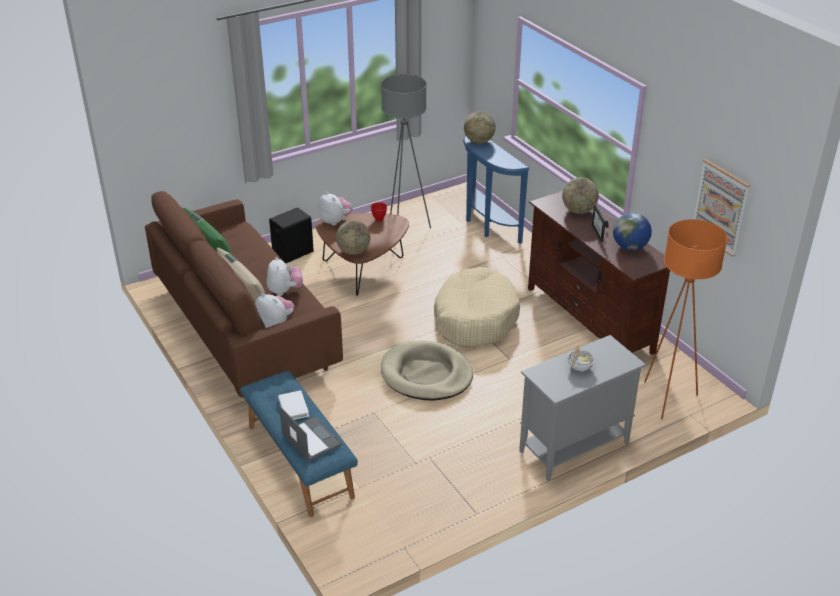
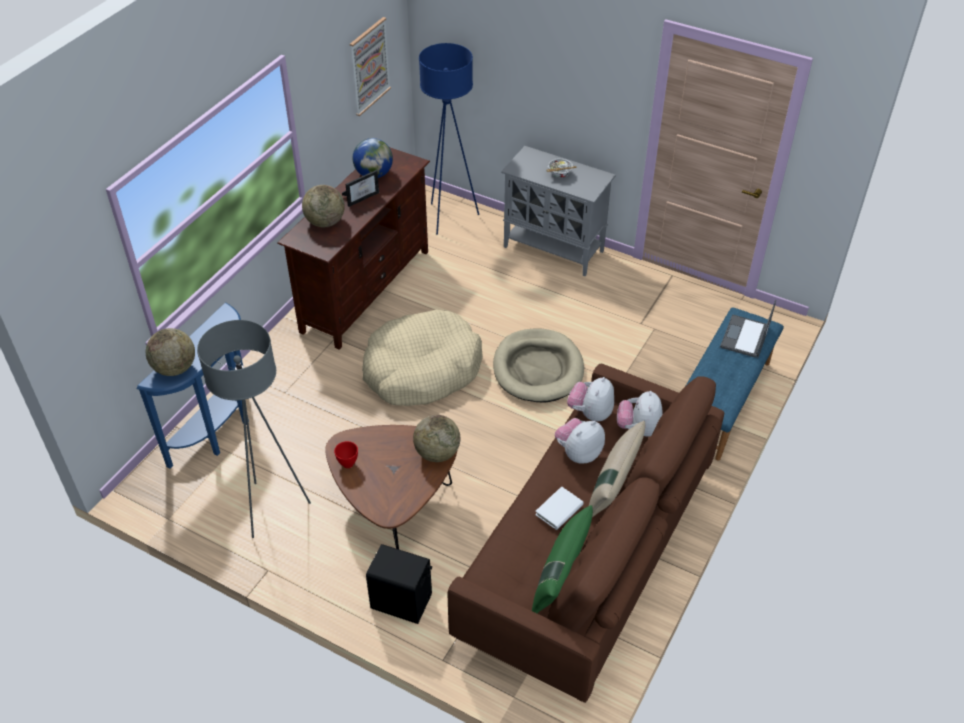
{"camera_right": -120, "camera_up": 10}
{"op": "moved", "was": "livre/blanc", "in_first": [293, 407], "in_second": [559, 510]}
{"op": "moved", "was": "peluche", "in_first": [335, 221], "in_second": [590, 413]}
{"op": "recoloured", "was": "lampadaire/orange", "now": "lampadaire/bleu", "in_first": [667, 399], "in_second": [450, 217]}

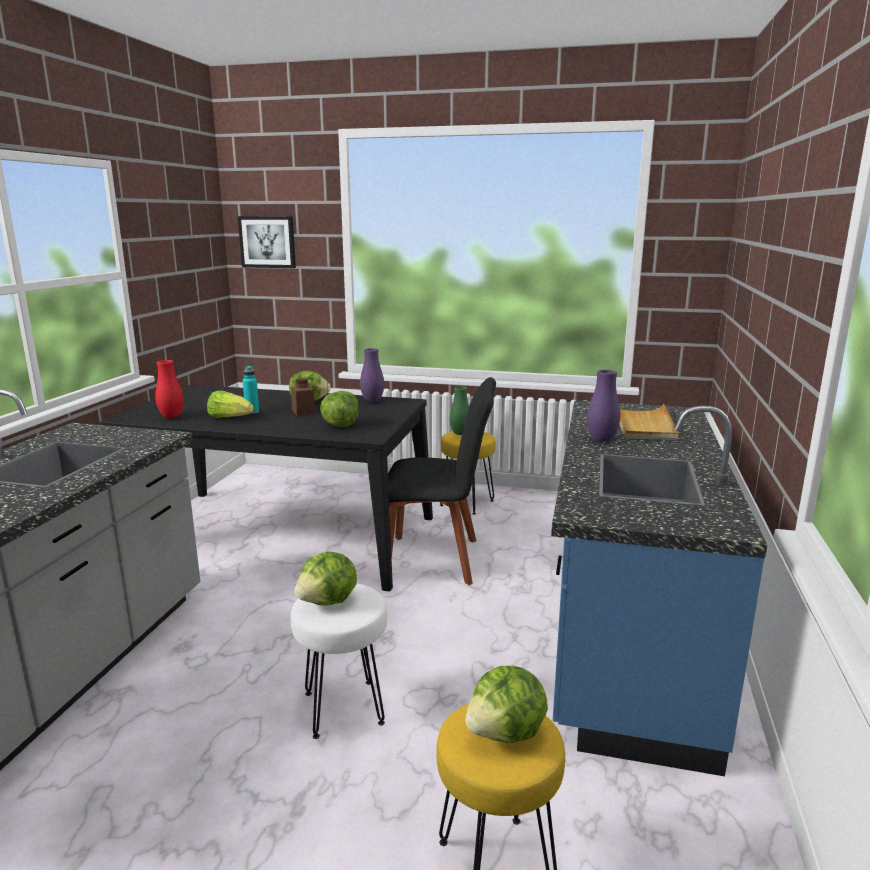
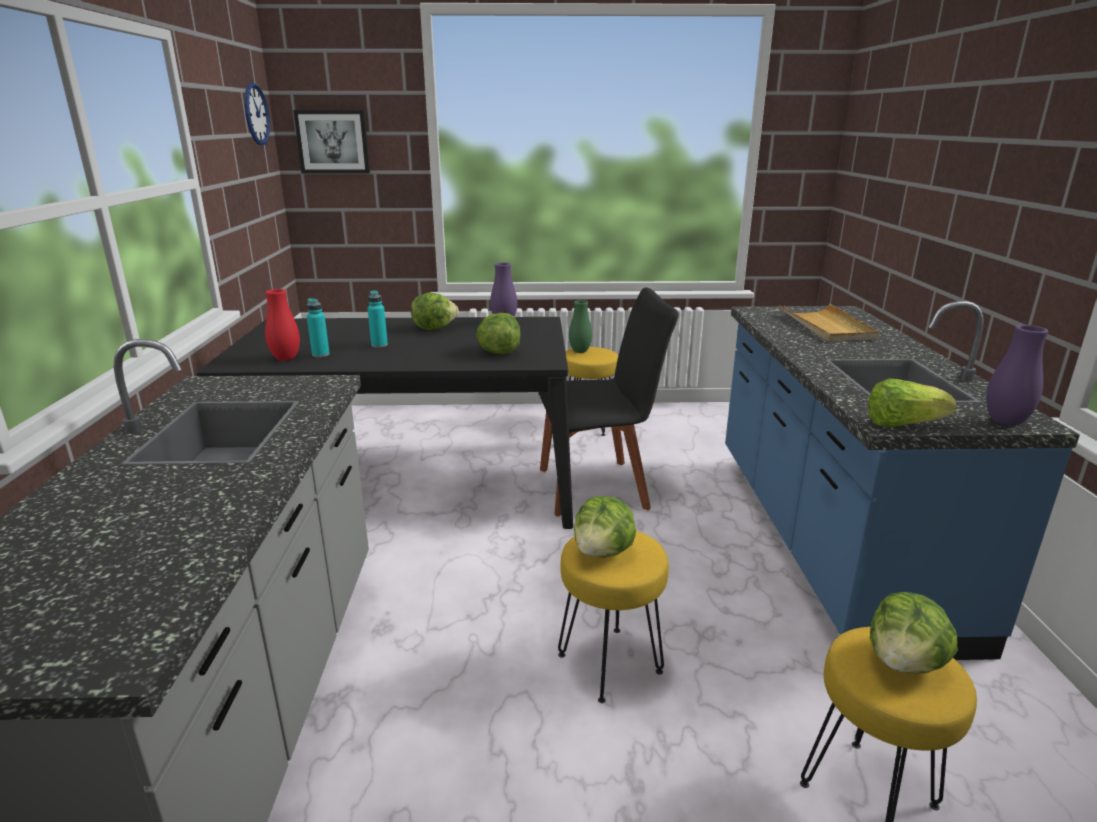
{"camera_right": -15, "camera_up": 5}
{"op": "moved", "was": "laitue", "in_first": [229, 418], "in_second": [902, 424]}
{"op": "removed", "was": "bocal/marron", "in_first": [303, 411]}
{"op": "recoloured", "was": "tabouret/blanc", "now": "tabouret/jaune", "in_first": [342, 707], "in_second": [608, 663]}
{"op": "moved", "was": "vase/violet", "in_first": [601, 440], "in_second": [1005, 422]}
{"op": "added", "now": "horloge murale", "in_second": [256, 114]}
{"op": "added", "now": "bouteille/turquoise", "in_second": [320, 354]}

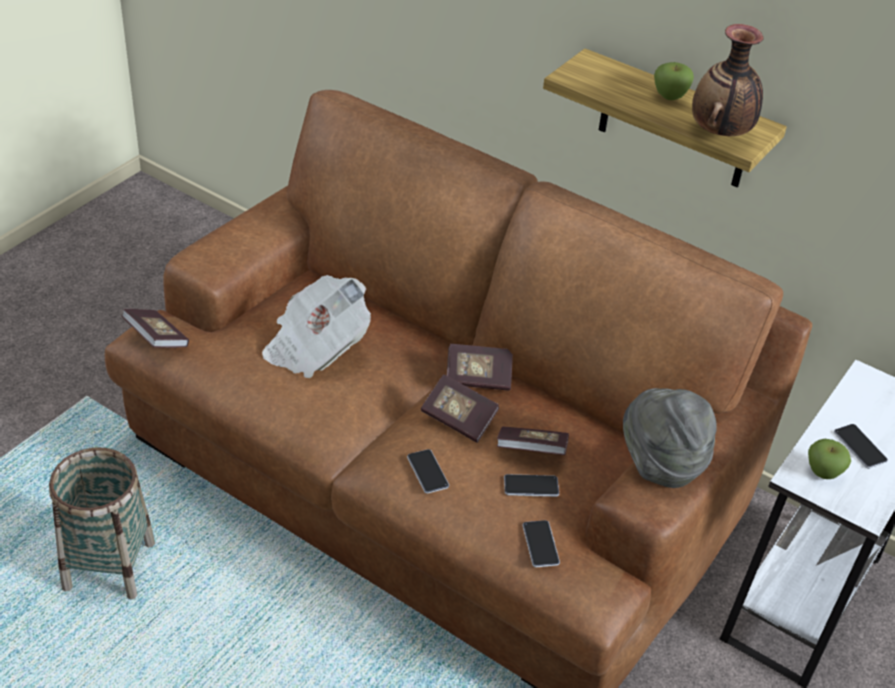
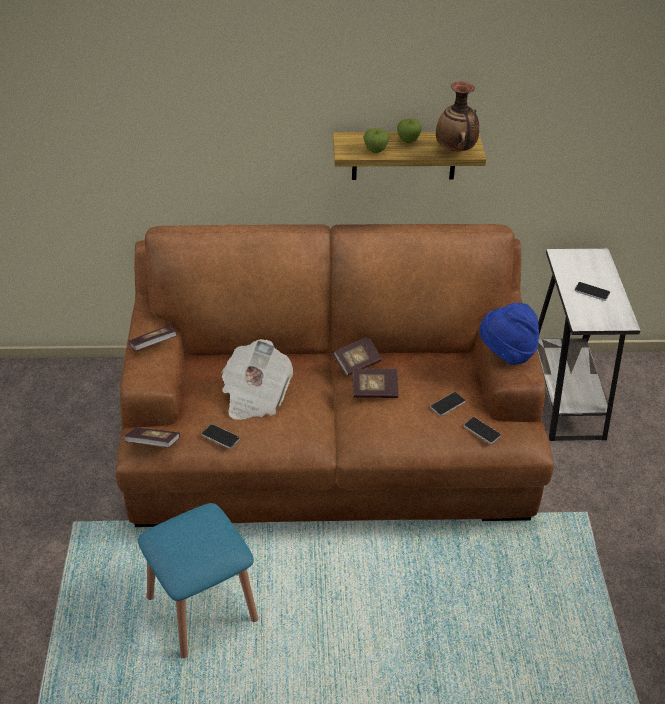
{"camera_right": -35, "camera_up": 0}
{"op": "replaced", "was": "panier", "now": "tabouret/bleu", "in_first": [109, 565], "in_second": [202, 608]}
{"op": "moved", "was": "téléphone", "in_first": [427, 472], "in_second": [220, 437]}
{"op": "moved", "was": "livre", "in_first": [531, 451], "in_second": [153, 345]}
{"op": "recoloured", "was": "chapeau/gris", "now": "chapeau/bleu", "in_first": [661, 463], "in_second": [506, 353]}
{"op": "moved", "was": "pomme", "in_first": [823, 472], "in_second": [375, 150]}

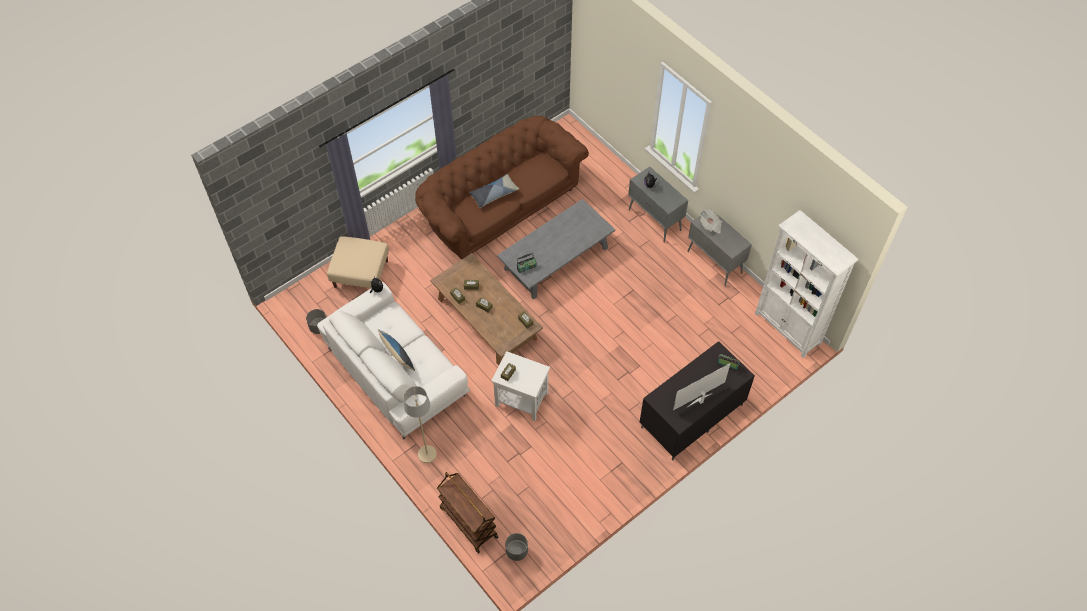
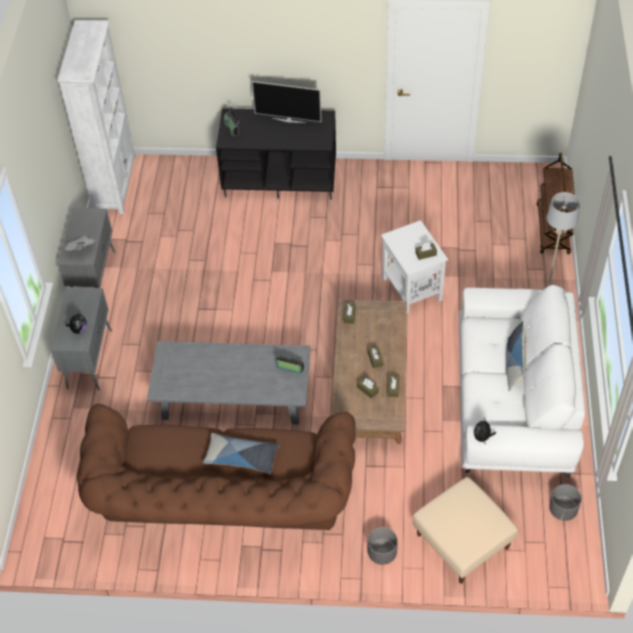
{"camera_right": -135, "camera_up": -5}
{"op": "moved", "was": "cache-pot/gris", "in_first": [517, 551], "in_second": [382, 553]}

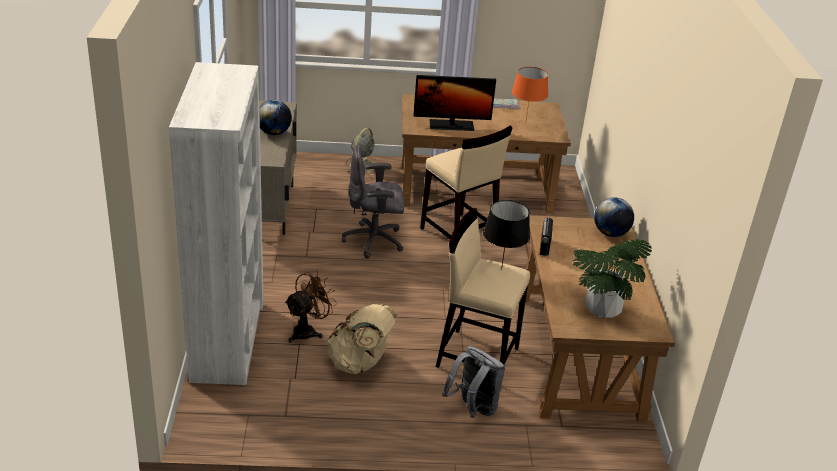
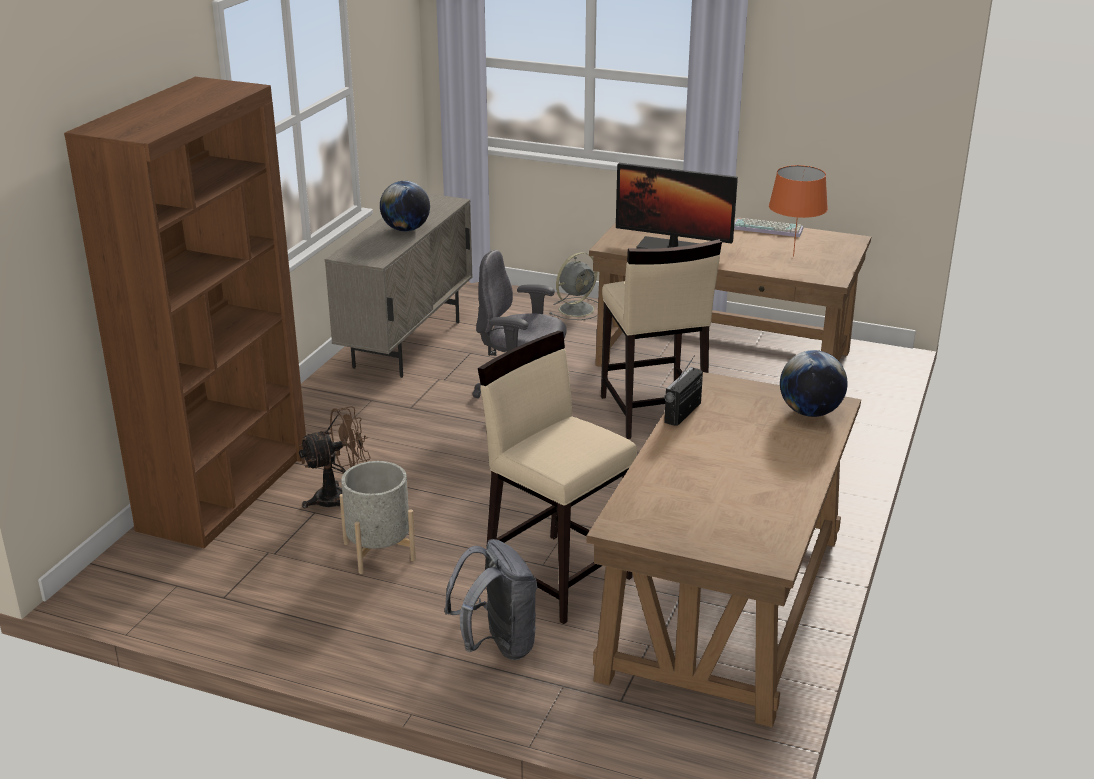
{"camera_right": 25, "camera_up": -5}
{"op": "recoloured", "was": "bibliothèque/blanc", "now": "bibliothèque/marron", "in_first": [228, 340], "in_second": [226, 490]}
{"op": "replaced", "was": "sac à dos/beige", "now": "cache-pot/gris", "in_first": [360, 363], "in_second": [379, 551]}
{"op": "removed", "was": "lampe de table/noir", "in_first": [501, 269]}
{"op": "removed", "was": "plante en pot", "in_first": [602, 308]}

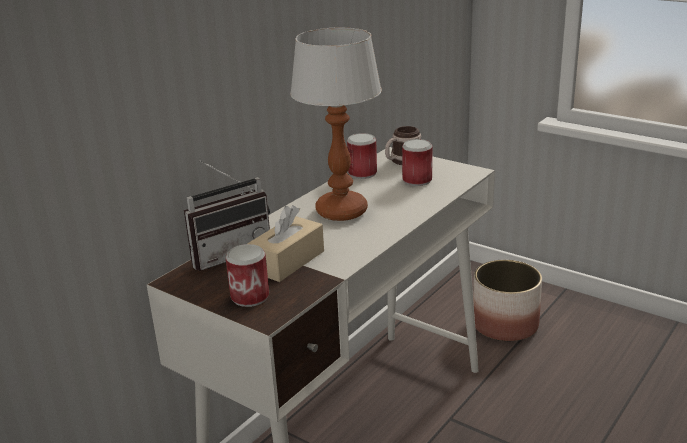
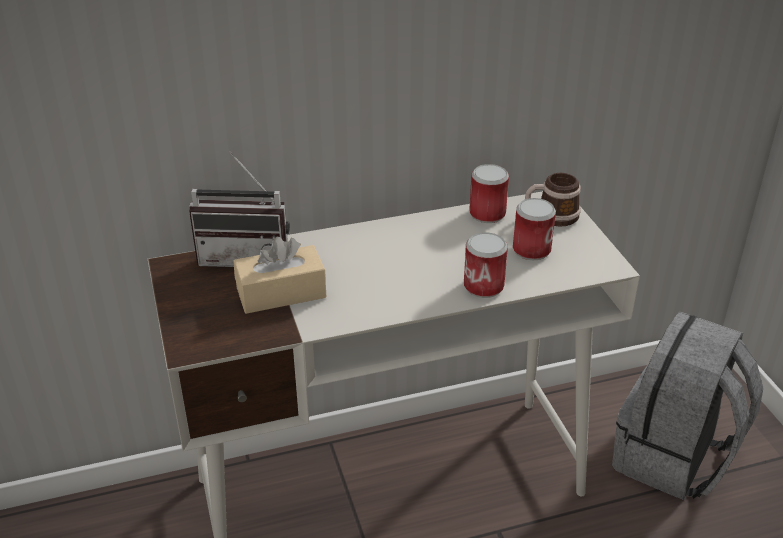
{"camera_right": 35, "camera_up": 10}
{"op": "moved", "was": "boîte métallique", "in_first": [250, 297], "in_second": [483, 286]}
{"op": "removed", "was": "lampe de table", "in_first": [341, 211]}
{"op": "replaced", "was": "cache-pot", "now": "sac à dos/gris", "in_first": [505, 325], "in_second": [674, 458]}

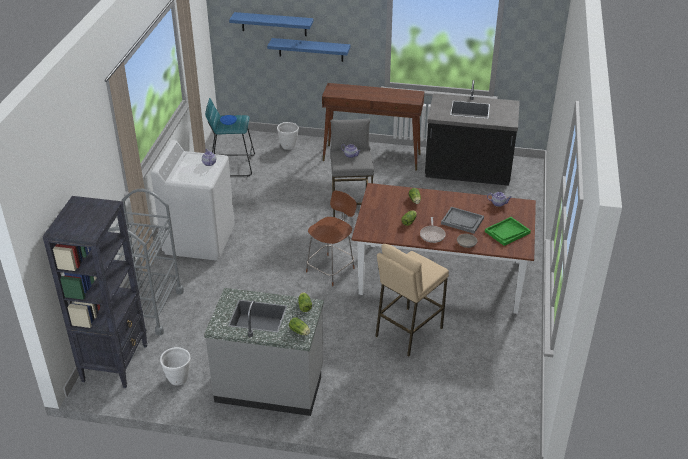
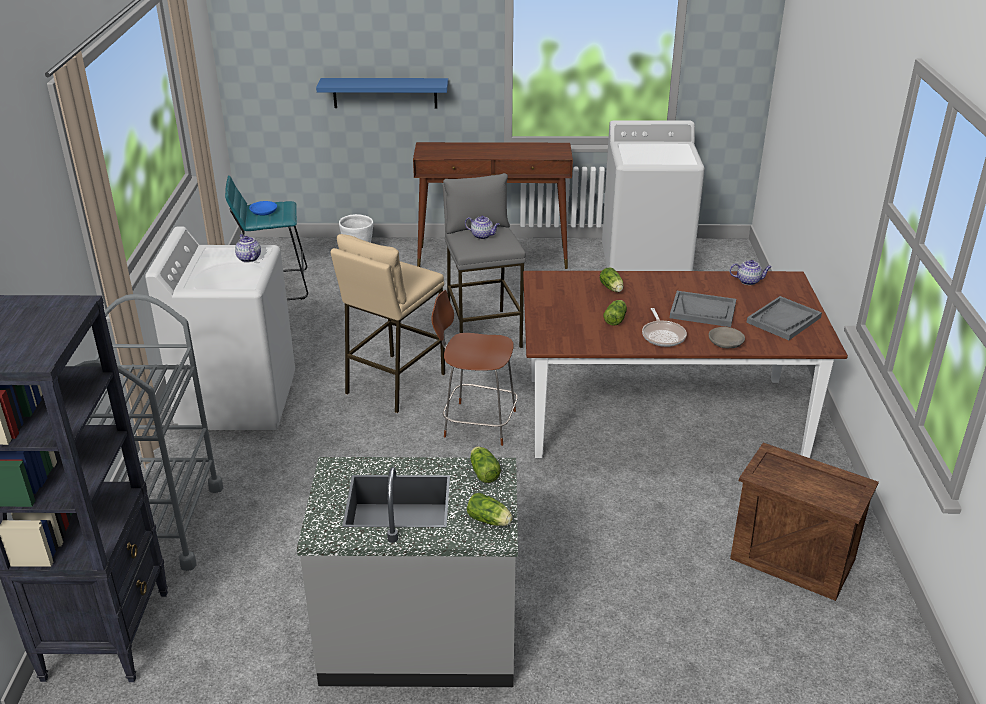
{"camera_right": -10, "camera_up": -5}
{"op": "removed", "was": "cache-pot/blanc", "in_first": [178, 379]}
{"op": "removed", "was": "étagère/bleu", "in_first": [274, 24]}
{"op": "turned", "was": "chaise/marron", "in_first": [331, 269], "in_second": [477, 423], "clockwise": -105}
{"op": "moved", "was": "tabouret/beige", "in_first": [408, 332], "in_second": [394, 383]}
{"op": "replaced", "was": "comptoir de cuisine/noir", "now": "lave-linge/blanc", "in_first": [468, 173], "in_second": [645, 265]}
{"op": "recoloured", "was": "plateau/vert", "now": "plateau/gris", "in_first": [507, 232], "in_second": [783, 320]}
{"op": "added", "now": "caisse", "in_second": [793, 559]}

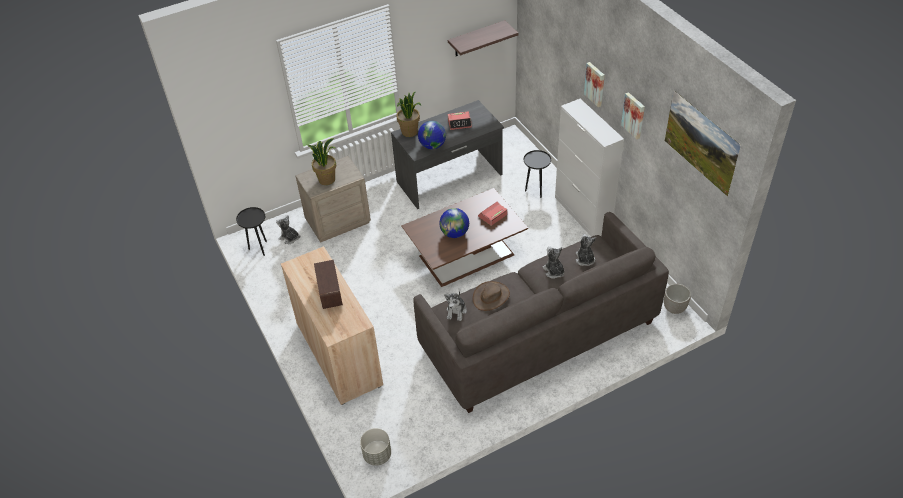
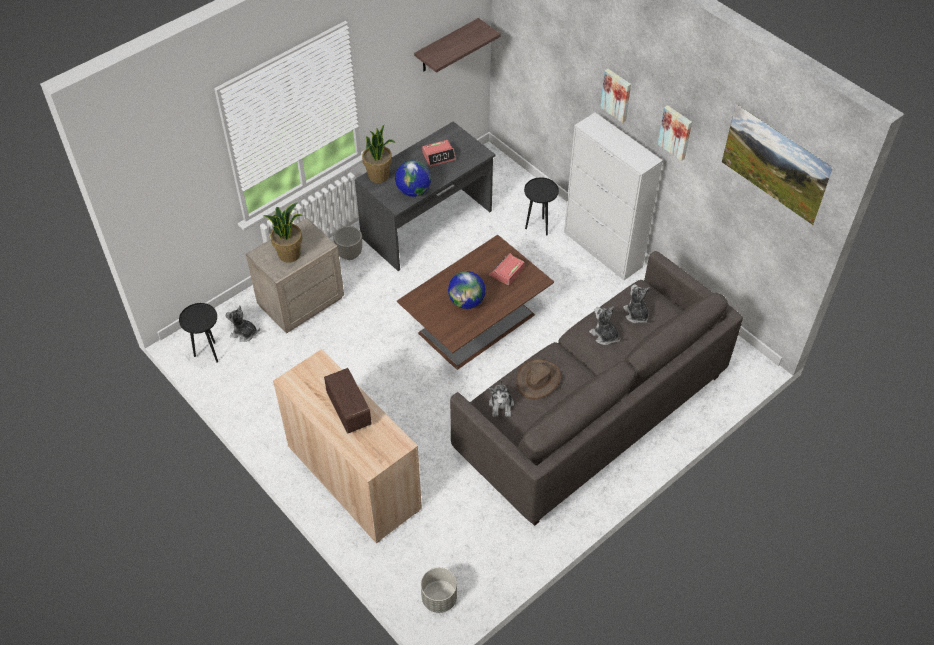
{"camera_right": -15, "camera_up": 5}
{"op": "moved", "was": "cache-pot", "in_first": [674, 309], "in_second": [349, 255]}

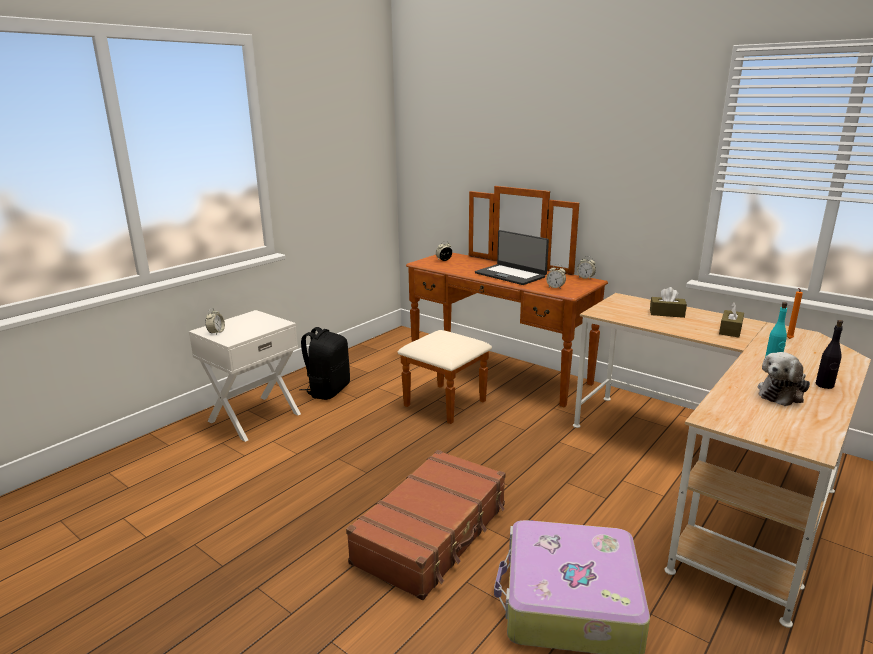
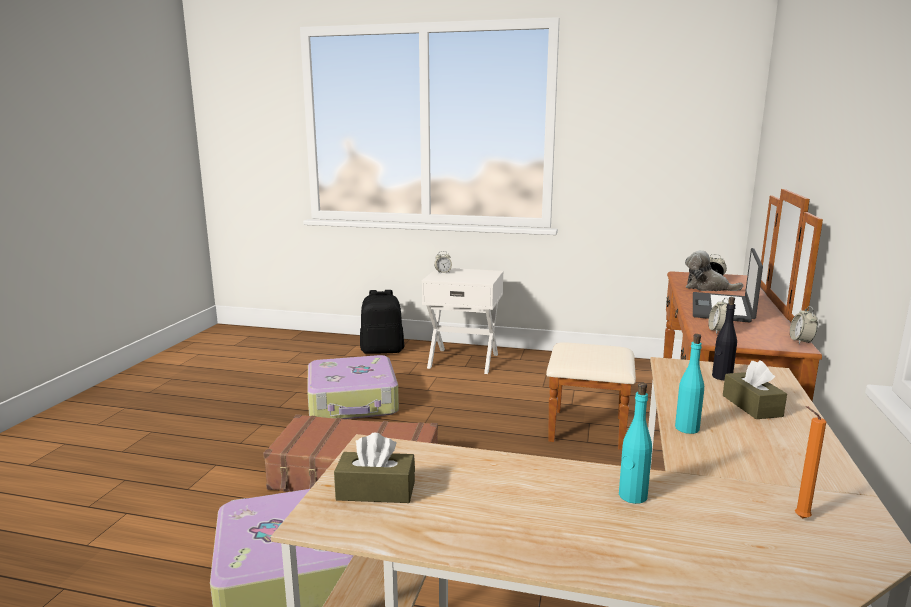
{"camera_right": 65, "camera_up": -5}
{"op": "moved", "was": "sac à dos/noir", "in_first": [328, 390], "in_second": [382, 350]}
{"op": "moved", "was": "boîte à mouchoirs/marron", "in_first": [730, 330], "in_second": [376, 491]}
{"op": "moved", "was": "peluche", "in_first": [782, 394], "in_second": [707, 288]}
{"op": "moved", "was": "bouteille/noir", "in_first": [824, 385], "in_second": [721, 377]}
{"op": "added", "now": "valise", "in_second": [353, 402]}
{"op": "added", "now": "bouteille/turquoise", "in_second": [687, 428]}

